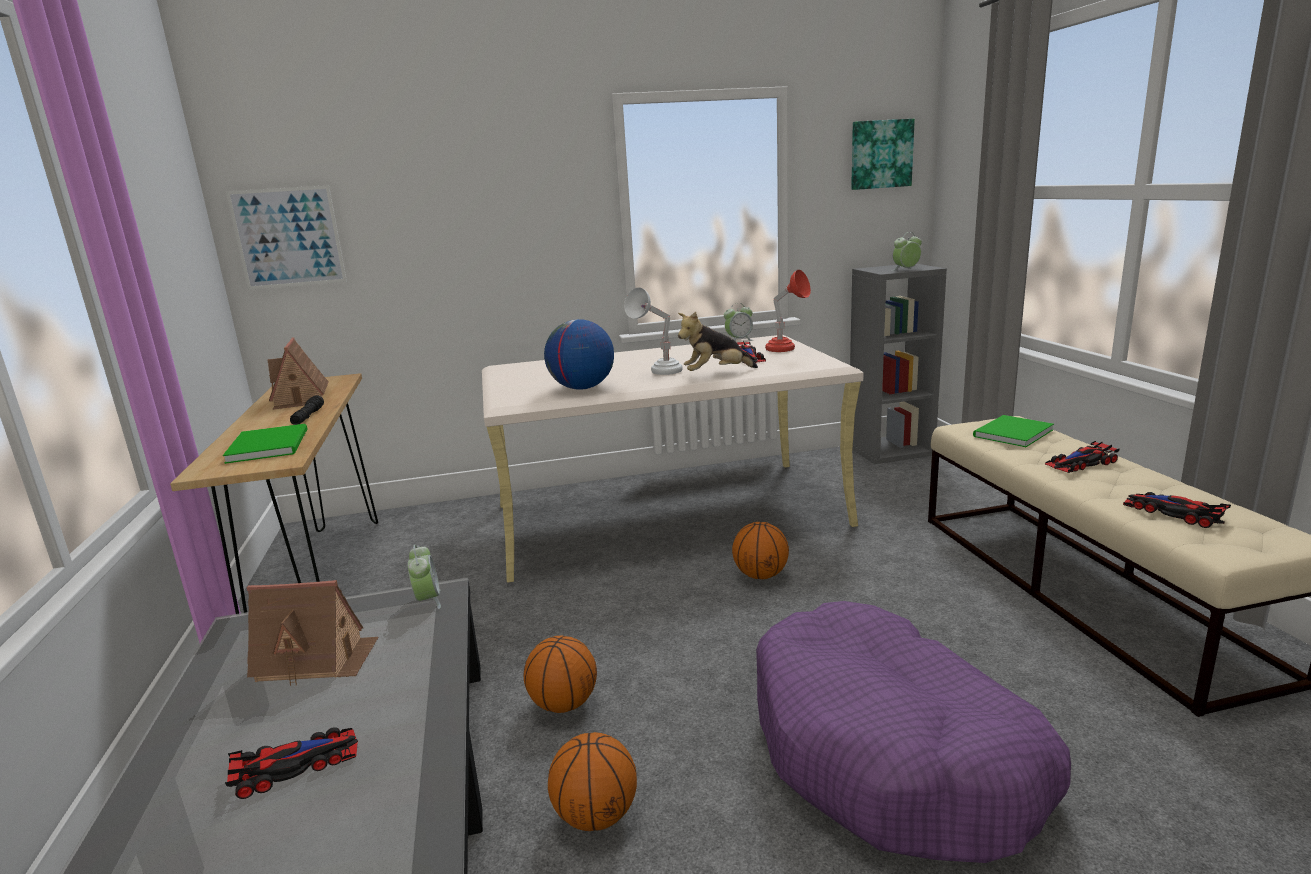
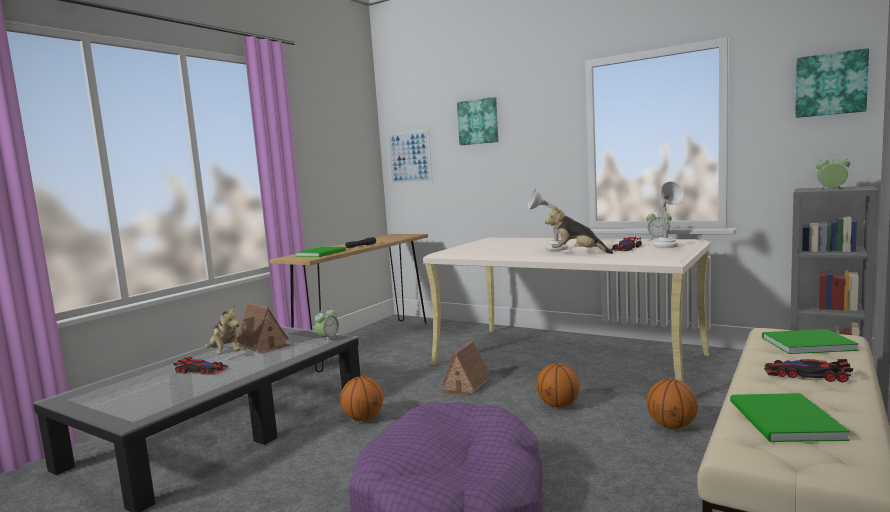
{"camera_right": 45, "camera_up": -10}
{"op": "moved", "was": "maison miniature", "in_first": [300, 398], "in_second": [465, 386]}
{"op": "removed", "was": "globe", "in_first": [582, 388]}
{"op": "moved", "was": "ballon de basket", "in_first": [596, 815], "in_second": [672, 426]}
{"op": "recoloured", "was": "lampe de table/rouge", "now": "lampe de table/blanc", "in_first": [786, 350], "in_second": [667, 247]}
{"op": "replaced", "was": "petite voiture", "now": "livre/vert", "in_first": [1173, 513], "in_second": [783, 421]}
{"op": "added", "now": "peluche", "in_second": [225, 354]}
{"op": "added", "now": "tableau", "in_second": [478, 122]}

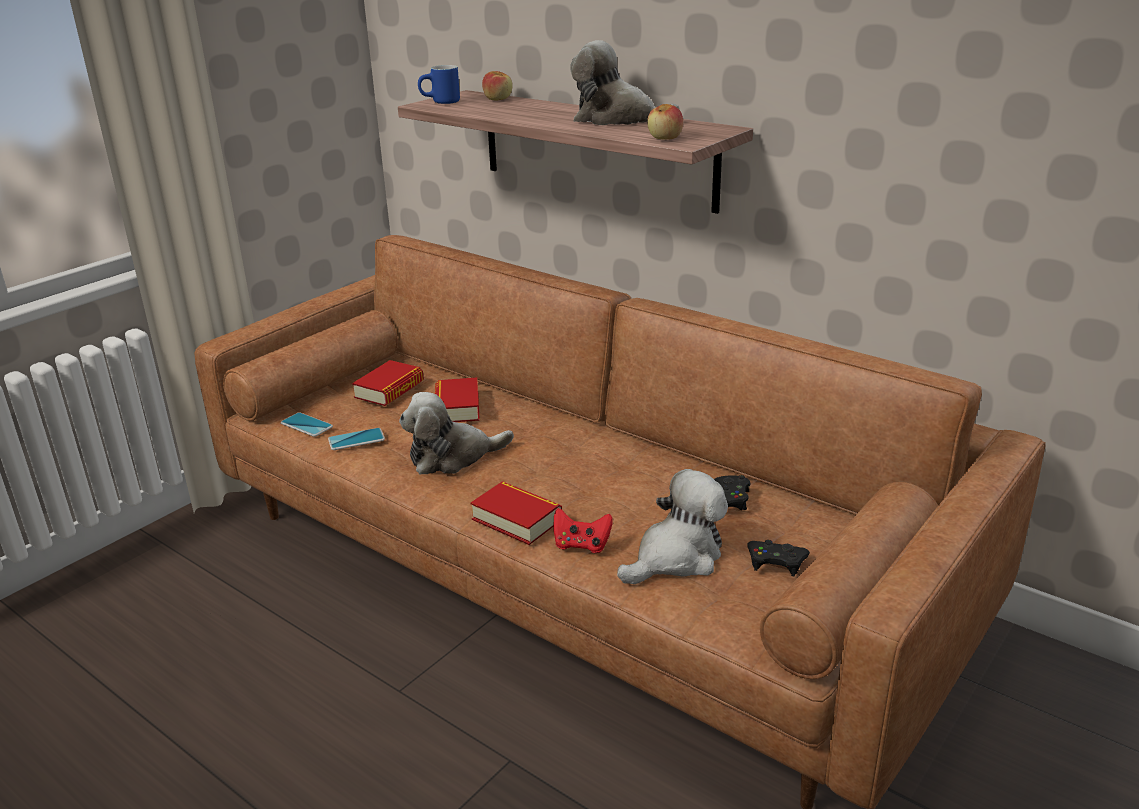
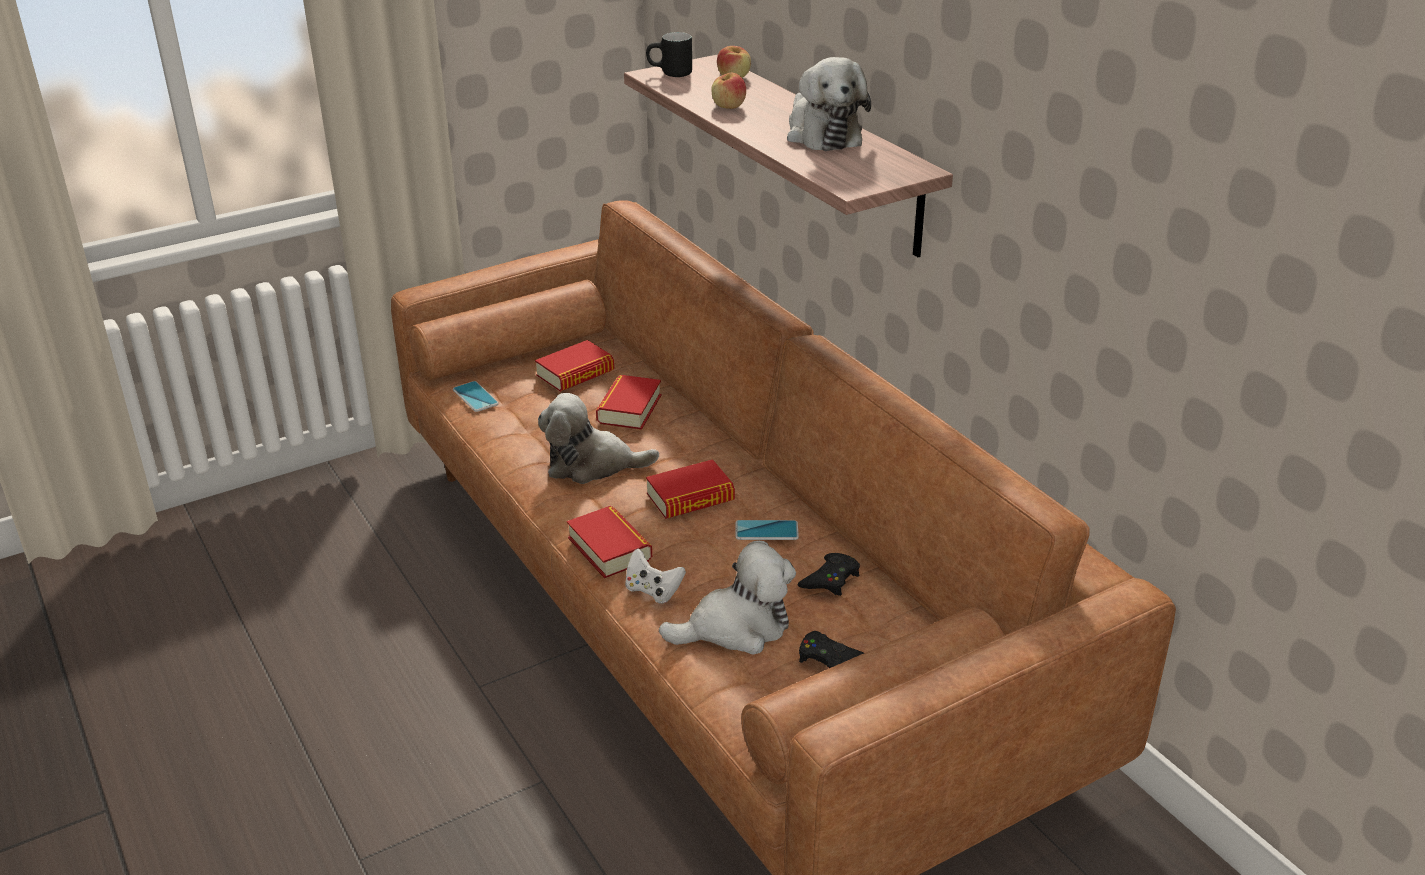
{"camera_right": 20, "camera_up": 5}
{"op": "moved", "was": "téléphone", "in_first": [356, 440], "in_second": [766, 531]}
{"op": "recoloured", "was": "mug/bleu", "now": "mug/noir", "in_first": [441, 103], "in_second": [670, 74]}
{"op": "recoloured", "was": "manette/rouge", "now": "manette/blanc", "in_first": [581, 545], "in_second": [653, 591]}
{"op": "turned", "was": "peluche", "in_first": [616, 119], "in_second": [822, 134], "clockwise": -150}
{"op": "moved", "was": "pomme", "in_first": [665, 138], "in_second": [729, 106]}
{"op": "added", "now": "livre", "in_second": [690, 497]}

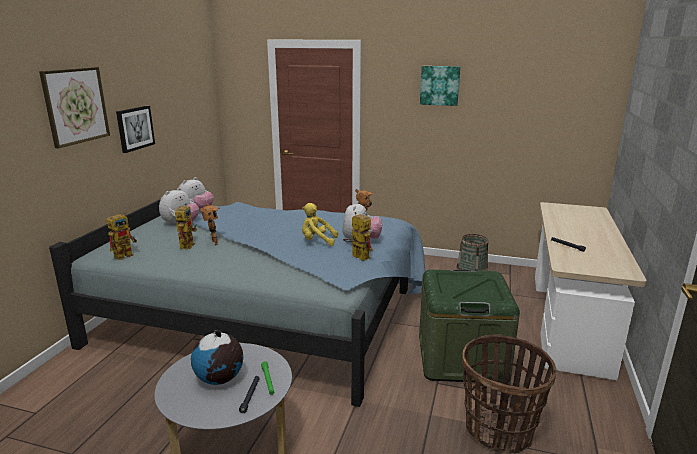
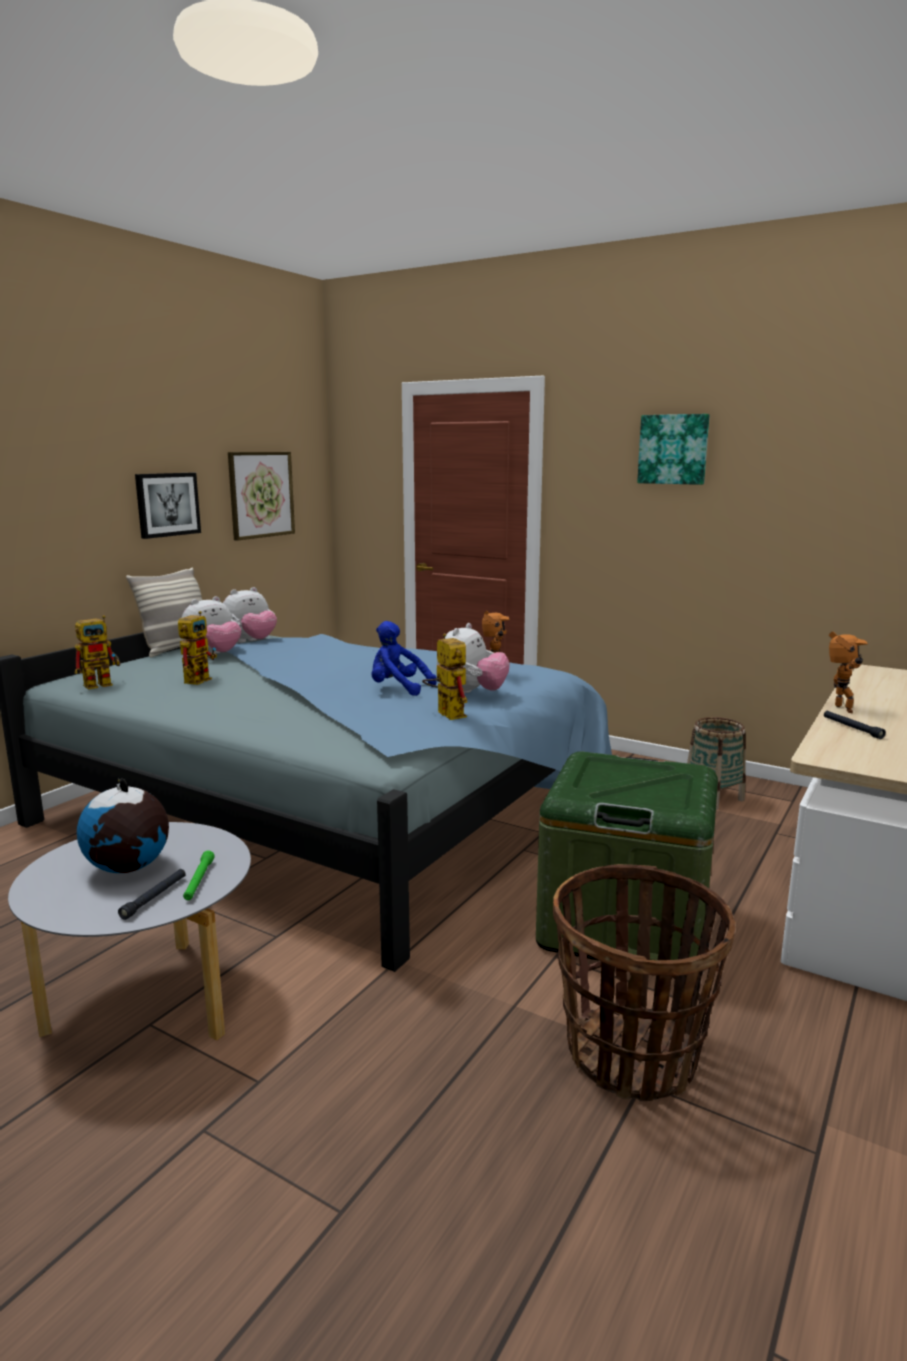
{"camera_right": 15, "camera_up": -5}
{"op": "moved", "was": "tableau", "in_first": [75, 106], "in_second": [261, 494]}
{"op": "moved", "was": "robot jouet", "in_first": [213, 243], "in_second": [840, 709]}
{"op": "recoloured", "was": "peluche/jaune", "now": "peluche/bleu", "in_first": [317, 241], "in_second": [398, 689]}
{"op": "added", "now": "coussin", "in_second": [177, 648]}

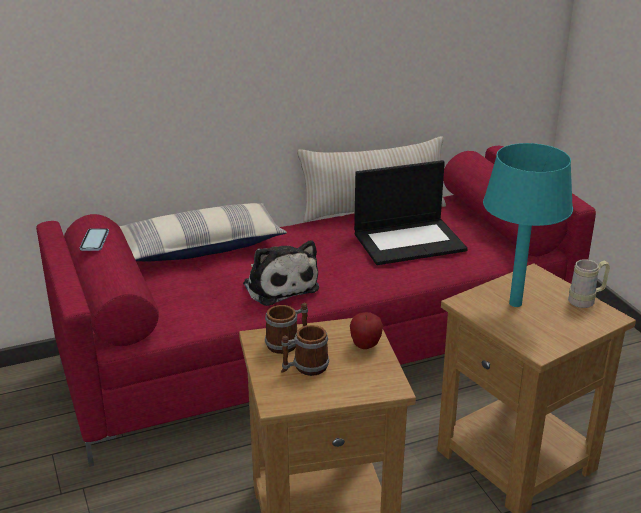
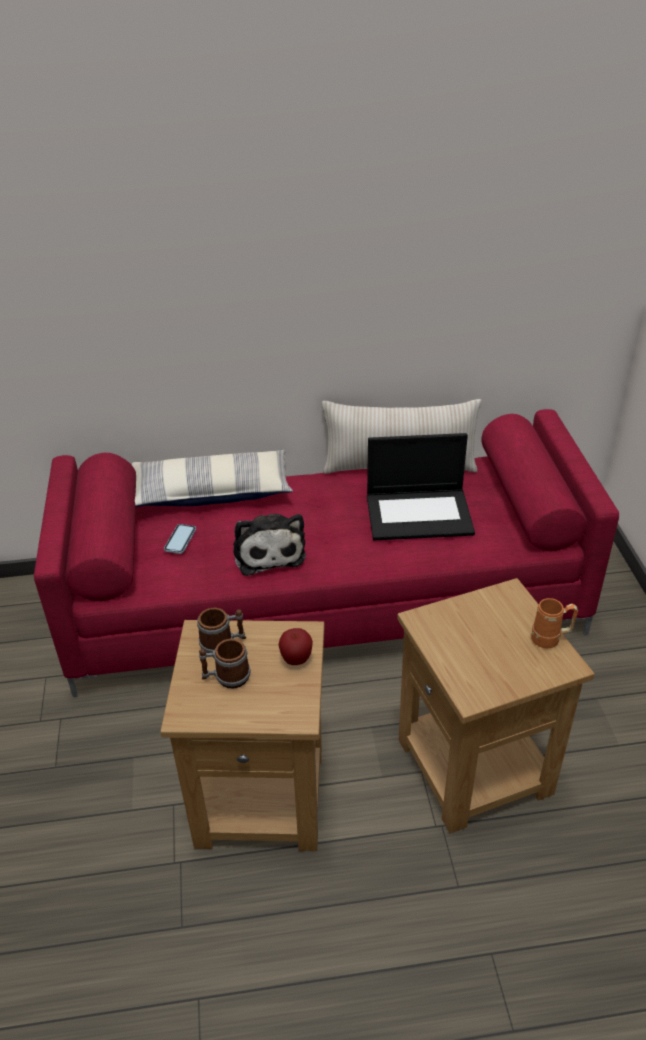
{"camera_right": 15, "camera_up": 10}
{"op": "moved", "was": "téléphone", "in_first": [94, 241], "in_second": [180, 540]}
{"op": "removed", "was": "lampe de table/turquoise", "in_first": [516, 304]}
{"op": "recoloured", "was": "mug/beige", "now": "mug/orange", "in_first": [586, 301], "in_second": [551, 639]}

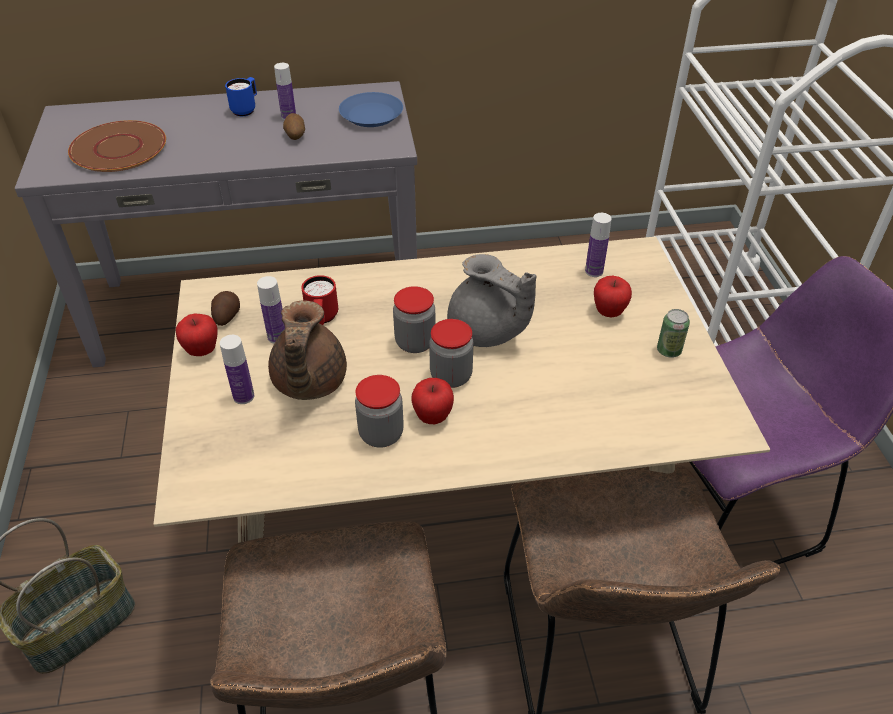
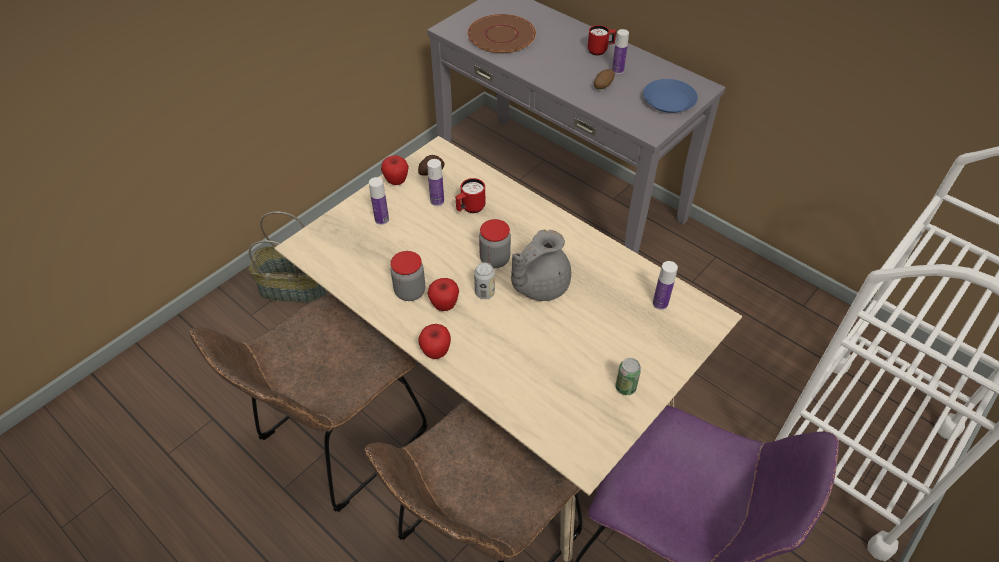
{"camera_right": 50, "camera_up": 5}
{"op": "recoloured", "was": "mug/bleu", "now": "mug/rouge", "in_first": [246, 109], "in_second": [600, 50]}
{"op": "removed", "was": "théière/marron", "in_first": [308, 383]}
{"op": "replaced", "was": "bocal", "now": "boîte métallique", "in_first": [451, 376], "in_second": [484, 293]}
{"op": "turned", "was": "théière/gris", "in_first": [486, 332], "in_second": [539, 285], "clockwise": 45}
{"op": "moved", "was": "pomme", "in_first": [609, 312], "in_second": [436, 352]}

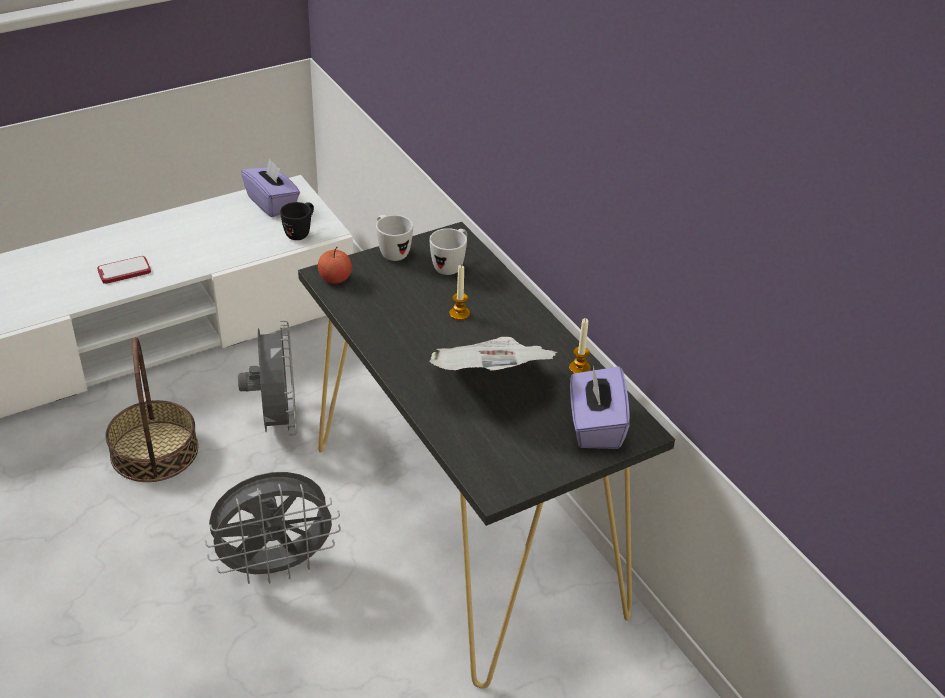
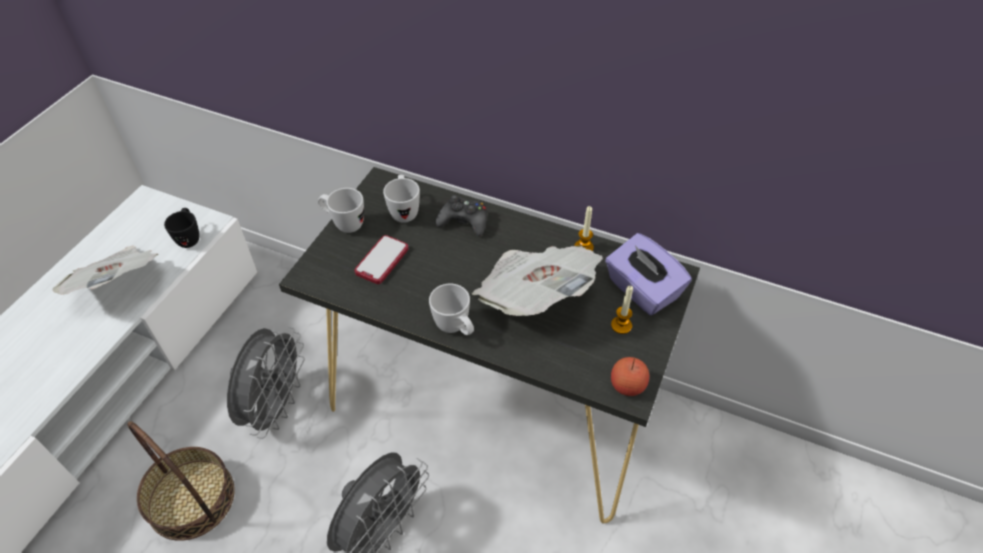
{"camera_right": -35, "camera_up": 10}
{"op": "moved", "was": "téléphone", "in_first": [124, 271], "in_second": [382, 260]}
{"op": "turned", "was": "ventilateur/gris", "in_first": [277, 422], "in_second": [276, 407], "clockwise": 60}
{"op": "removed", "was": "boîte à mouchoirs/violet", "in_first": [272, 203]}
{"op": "moved", "was": "pomme", "in_first": [335, 278], "in_second": [627, 385]}
{"op": "moved", "was": "bougie", "in_first": [459, 314], "in_second": [621, 325]}
{"op": "added", "now": "journal", "in_second": [118, 284]}
{"op": "added", "now": "mug/blanc", "in_second": [455, 328]}
{"op": "added", "now": "manette/noir", "in_second": [464, 221]}

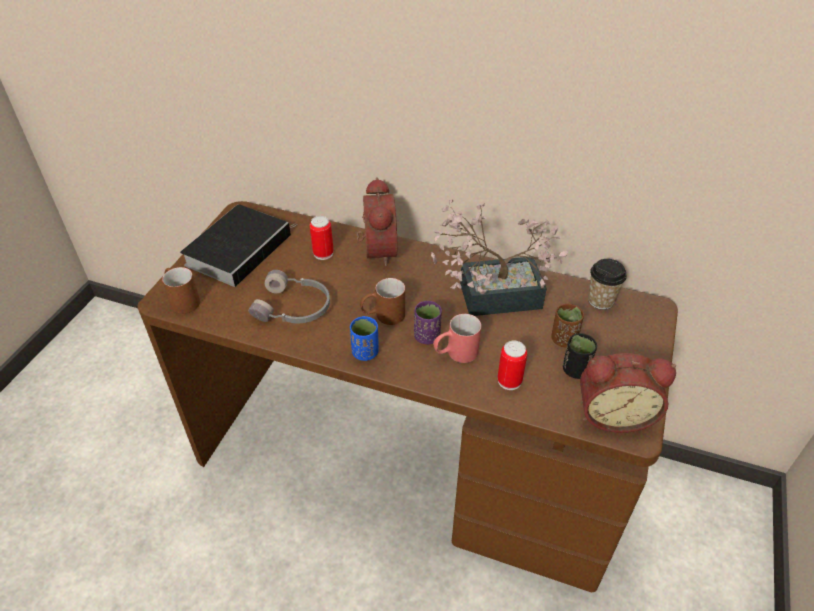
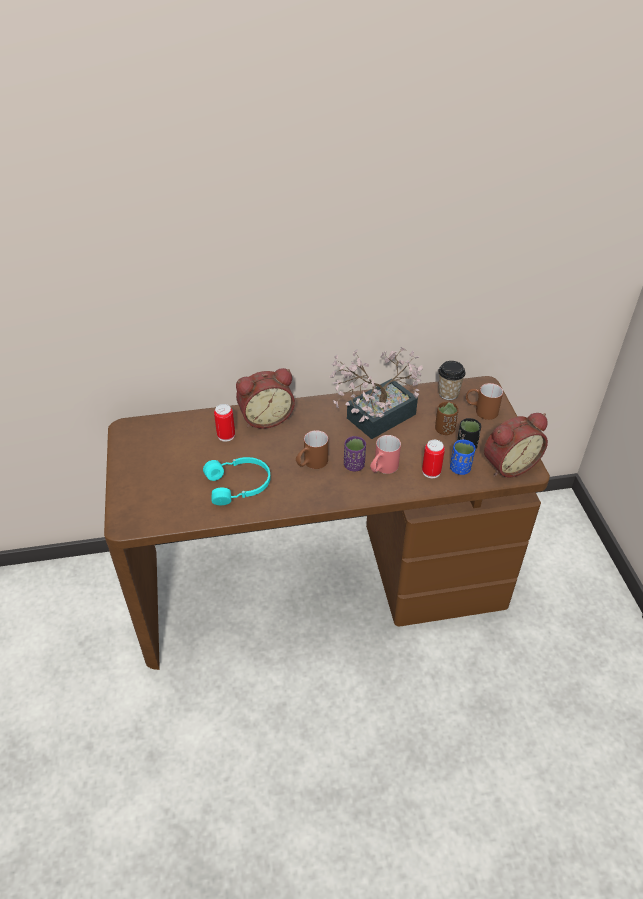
{"camera_right": -30, "camera_up": 0}
{"op": "moved", "was": "mug/marron", "in_first": [182, 299], "in_second": [480, 411]}
{"op": "removed", "was": "livre", "in_first": [239, 248]}
{"op": "recoloured", "was": "casque audio/gris", "now": "casque audio/turquoise", "in_first": [293, 308], "in_second": [239, 485]}
{"op": "moved", "was": "tasse/bleu", "in_first": [365, 352], "in_second": [460, 469]}
{"op": "turned", "was": "réveil", "in_first": [376, 250], "in_second": [265, 417], "clockwise": 105}

